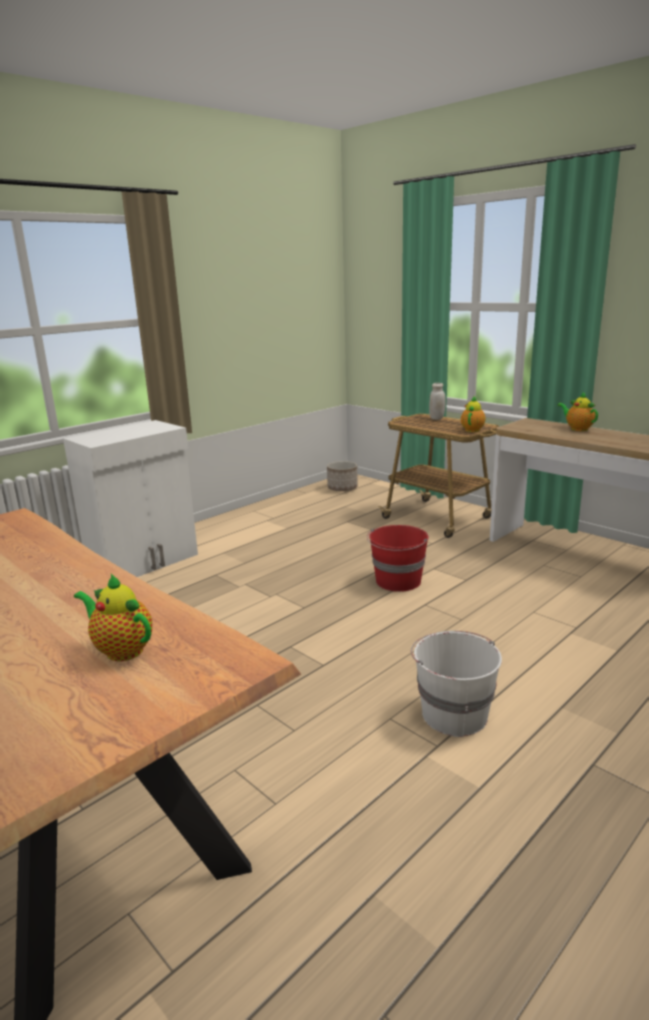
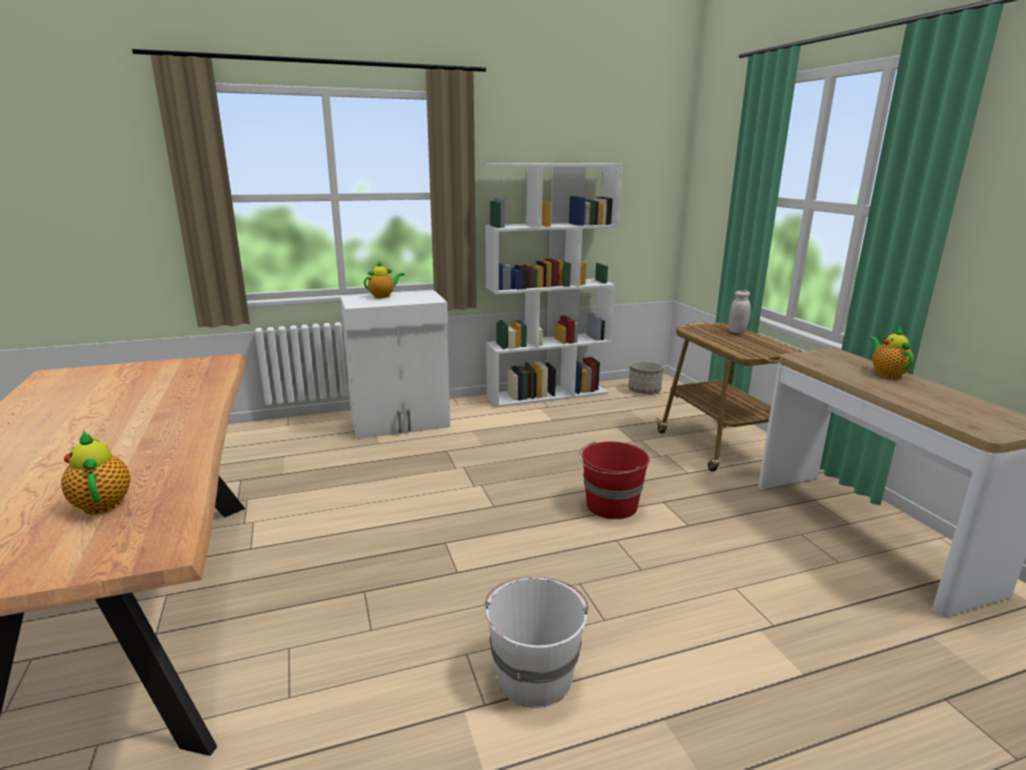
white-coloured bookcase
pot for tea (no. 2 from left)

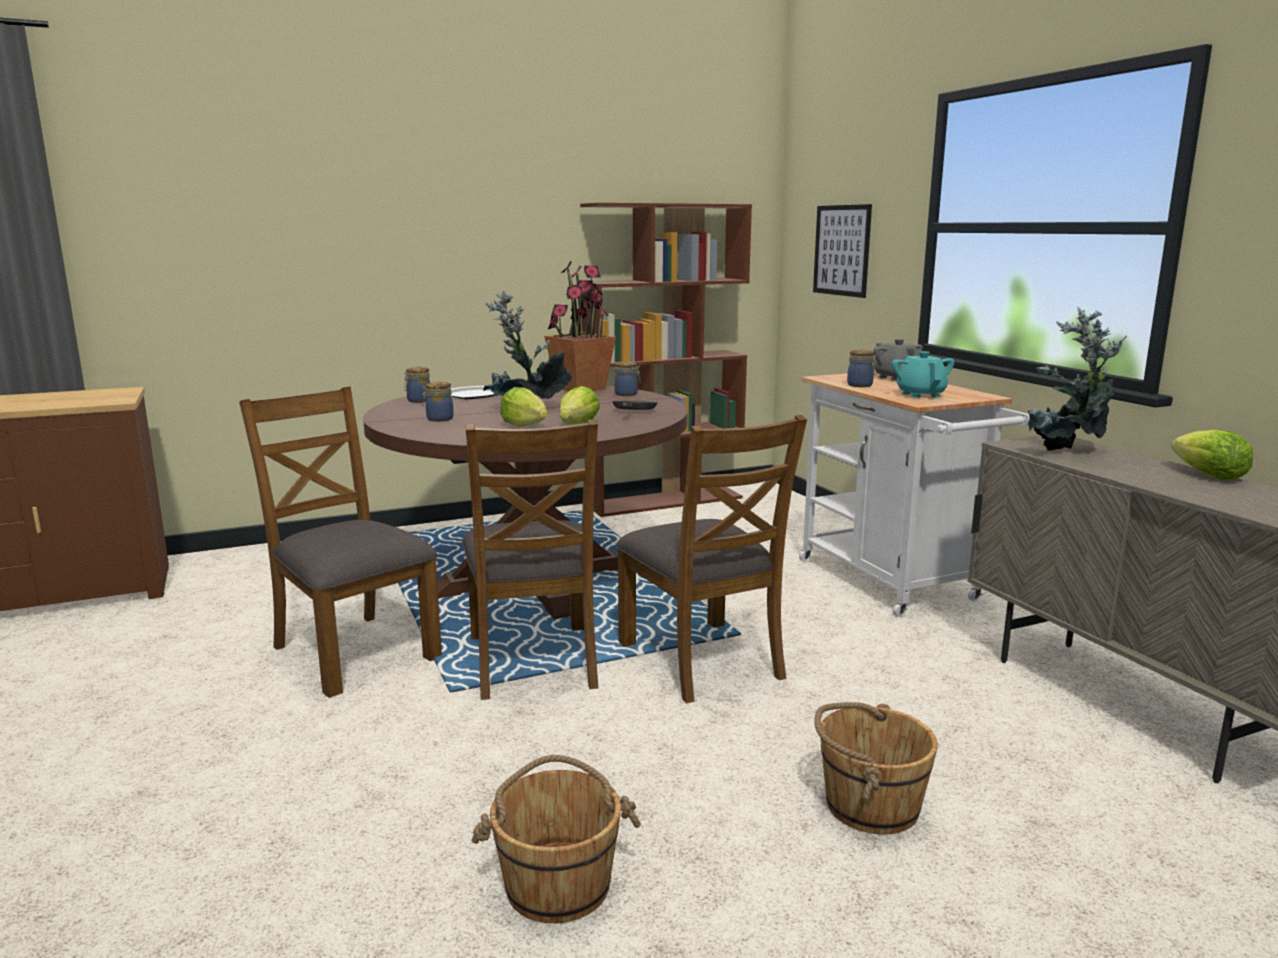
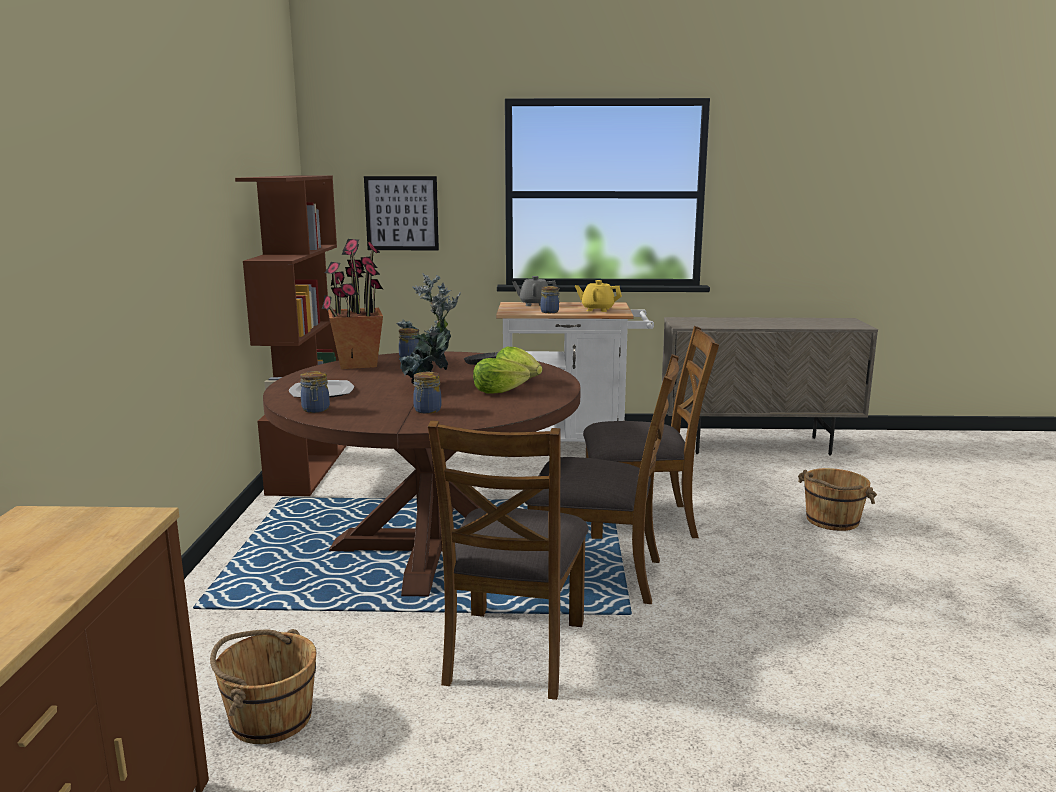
plant in a pot (no. 3 from left in the first image)
lettuce (no. 3 from left in the first image)
brown-coloured pail (no. 1 from left)
yellow-coloured pot for tea
brown-coloured plain chair (no. 1 from left)

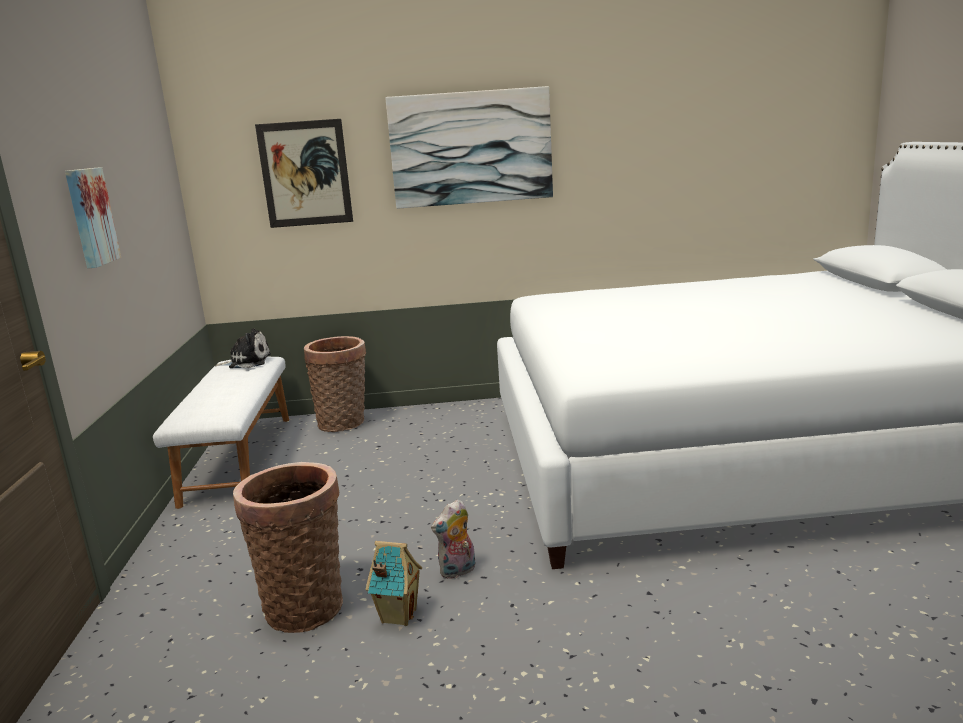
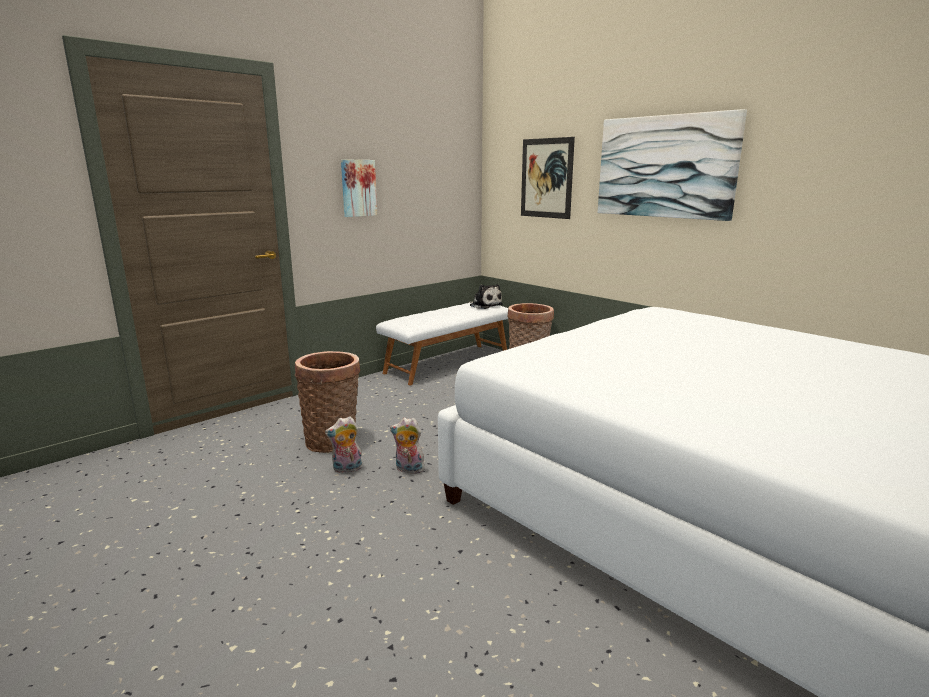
soft toy (no. 1 from left)

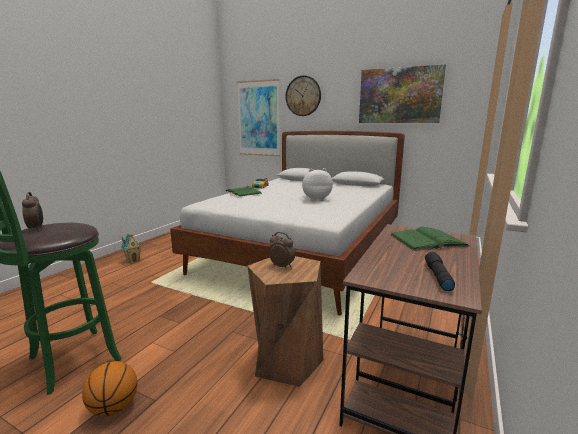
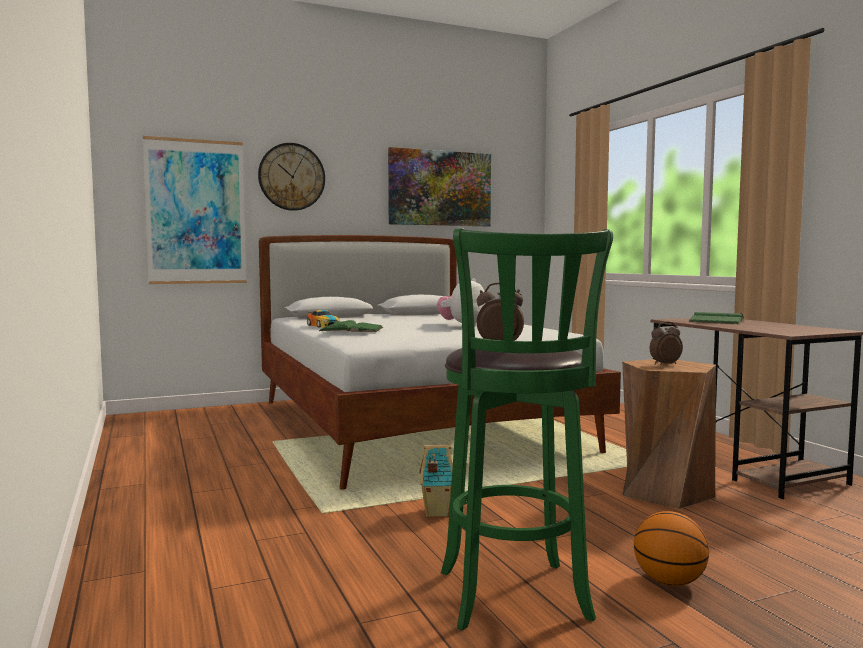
black-coloured torch
toy house

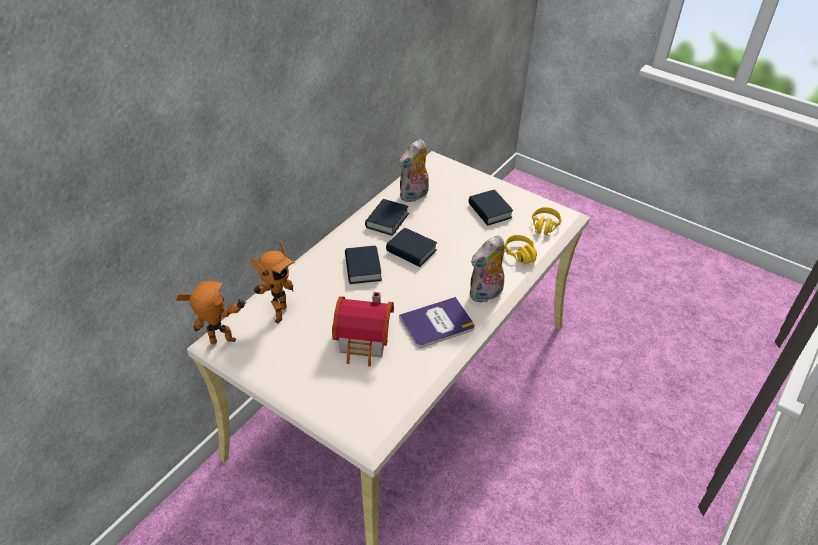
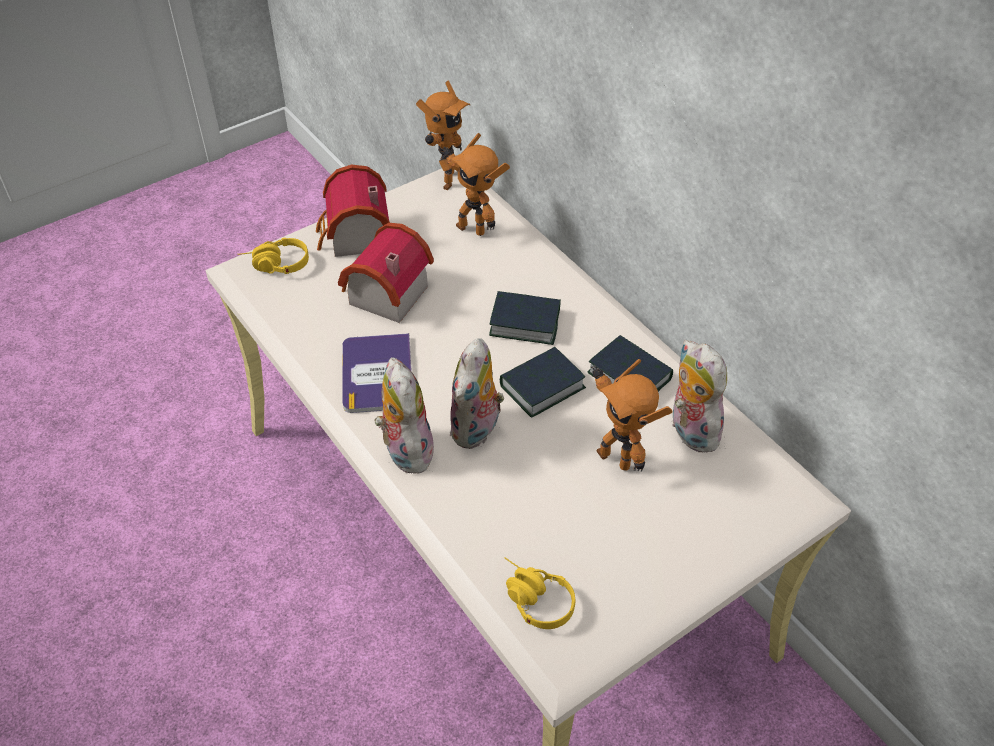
book (no. 5 from left in the first image)
toy house (no. 1 from left)
soft toy (no. 2 from left)
robot figure (no. 3 from left)
yellow-coloured pair of headphones (no. 1 from left)

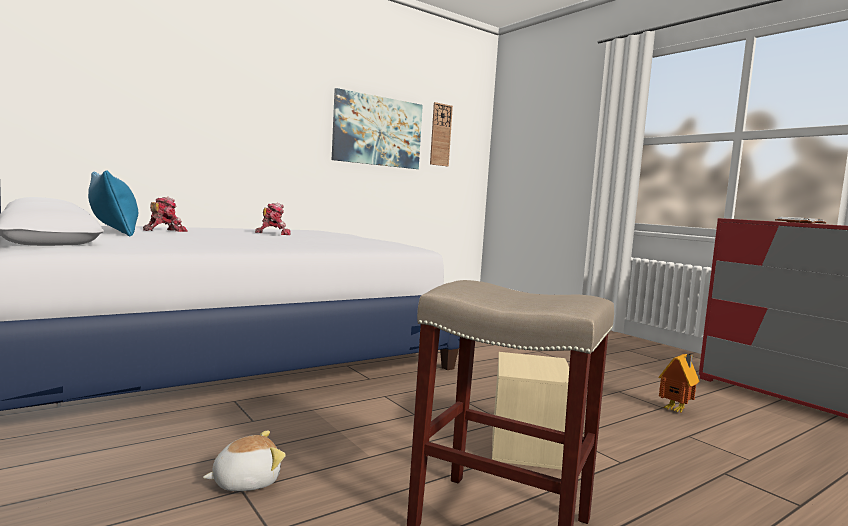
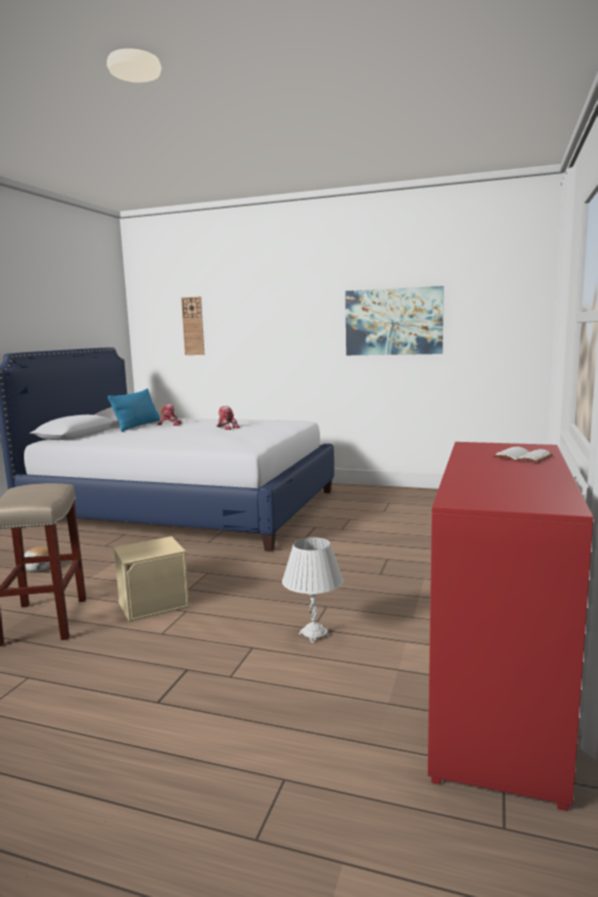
hanging clock
white-coloured table lamp

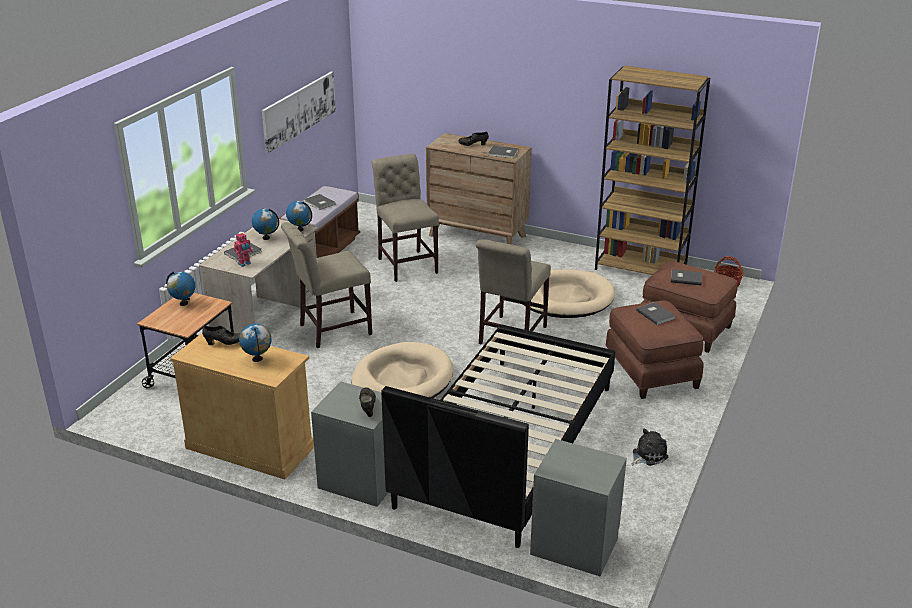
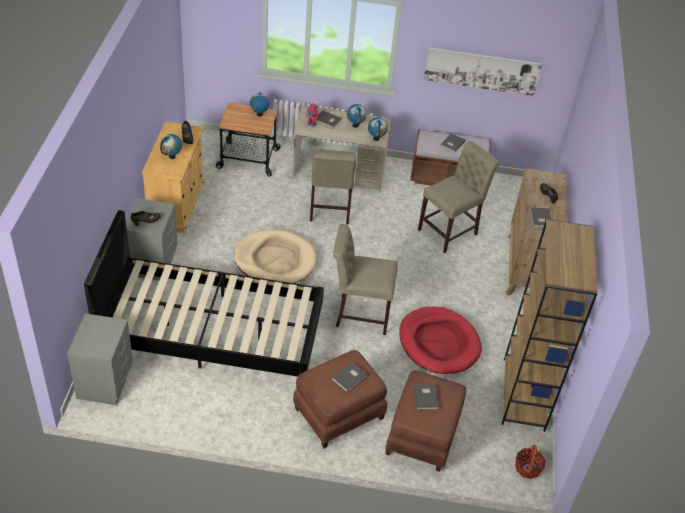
soft toy
red-coloured dog bed
beige-coloured plain chair (no. 1 from left)

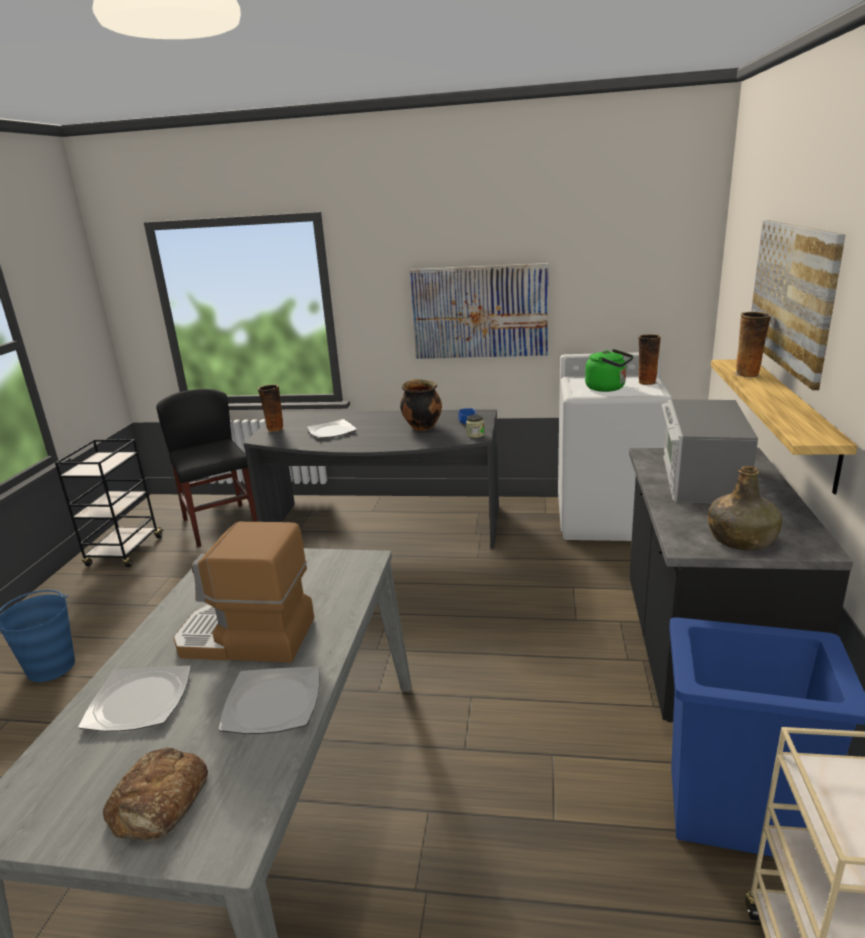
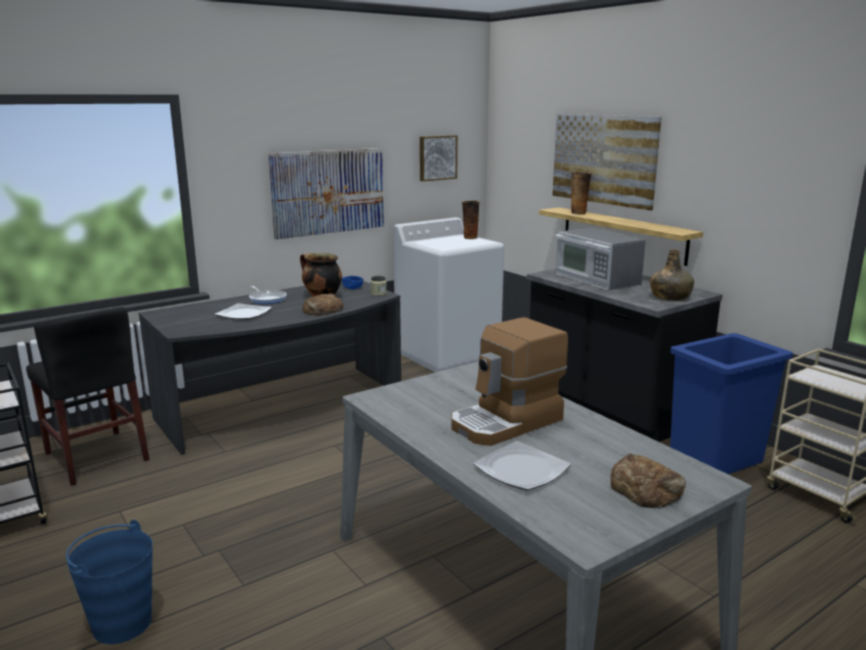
plate (no. 2 from left in the first image)
vase (no. 1 from left in the first image)
greenish tea kettle
pan
bread (no. 1 from left)
wall picture (no. 2 from left)
black-coloured plain chair

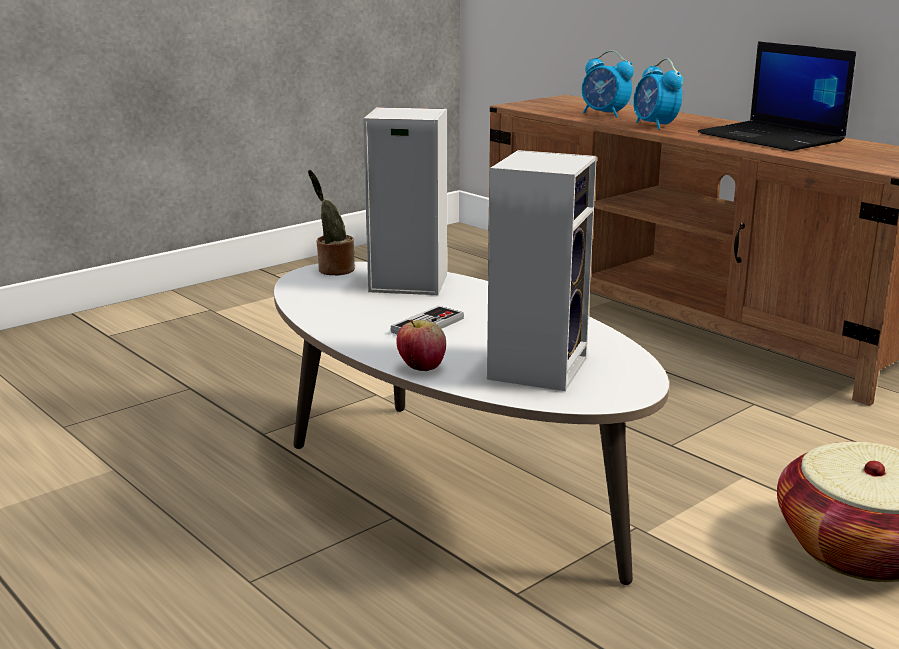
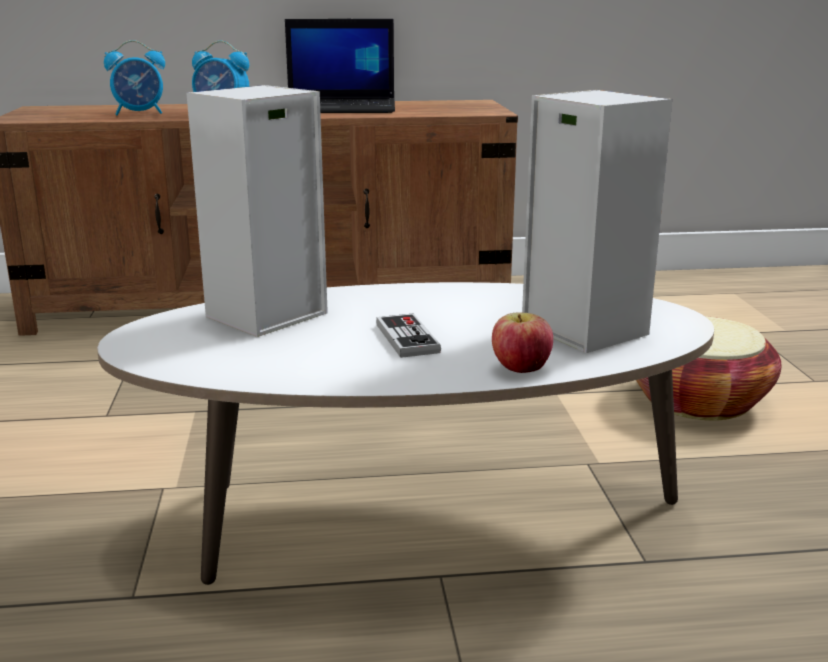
plant in a pot

